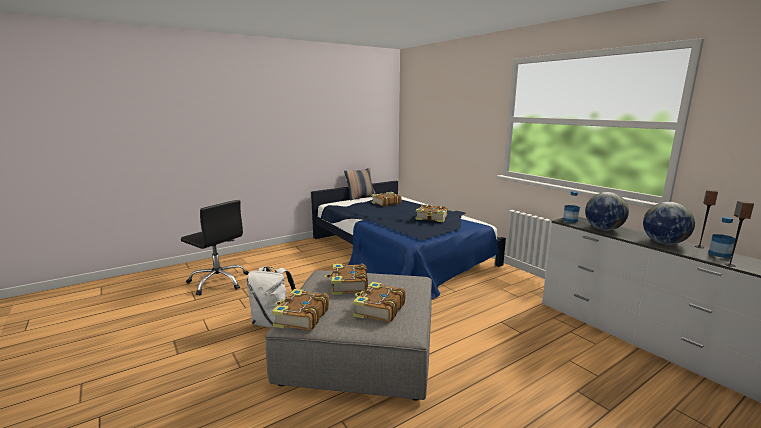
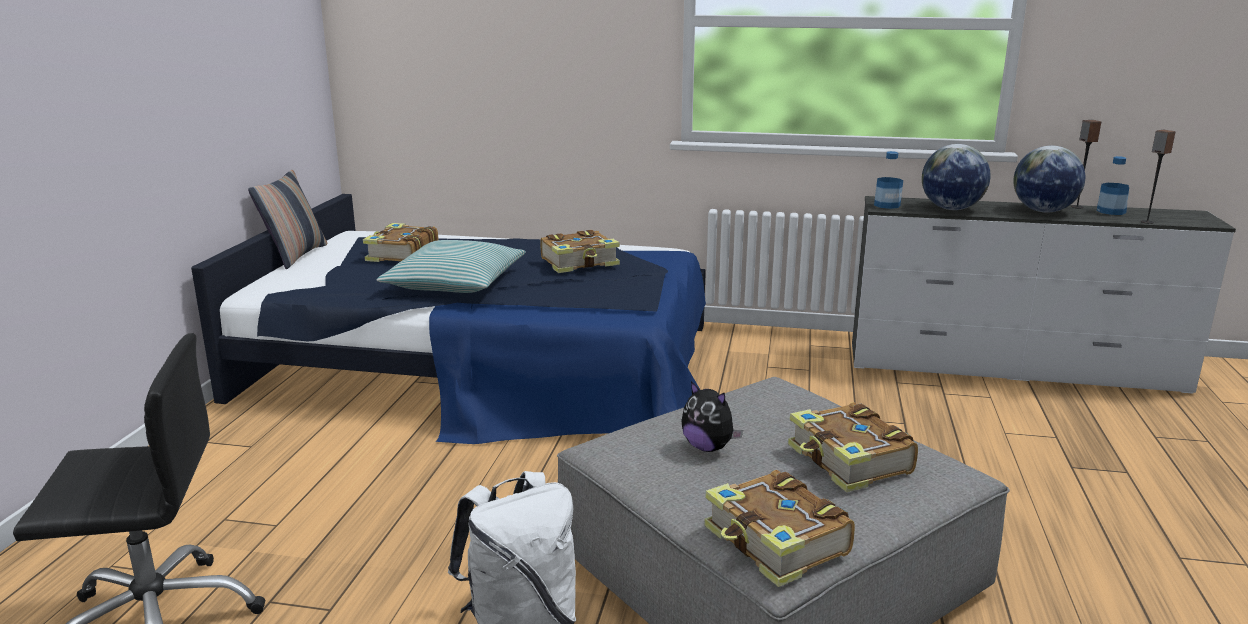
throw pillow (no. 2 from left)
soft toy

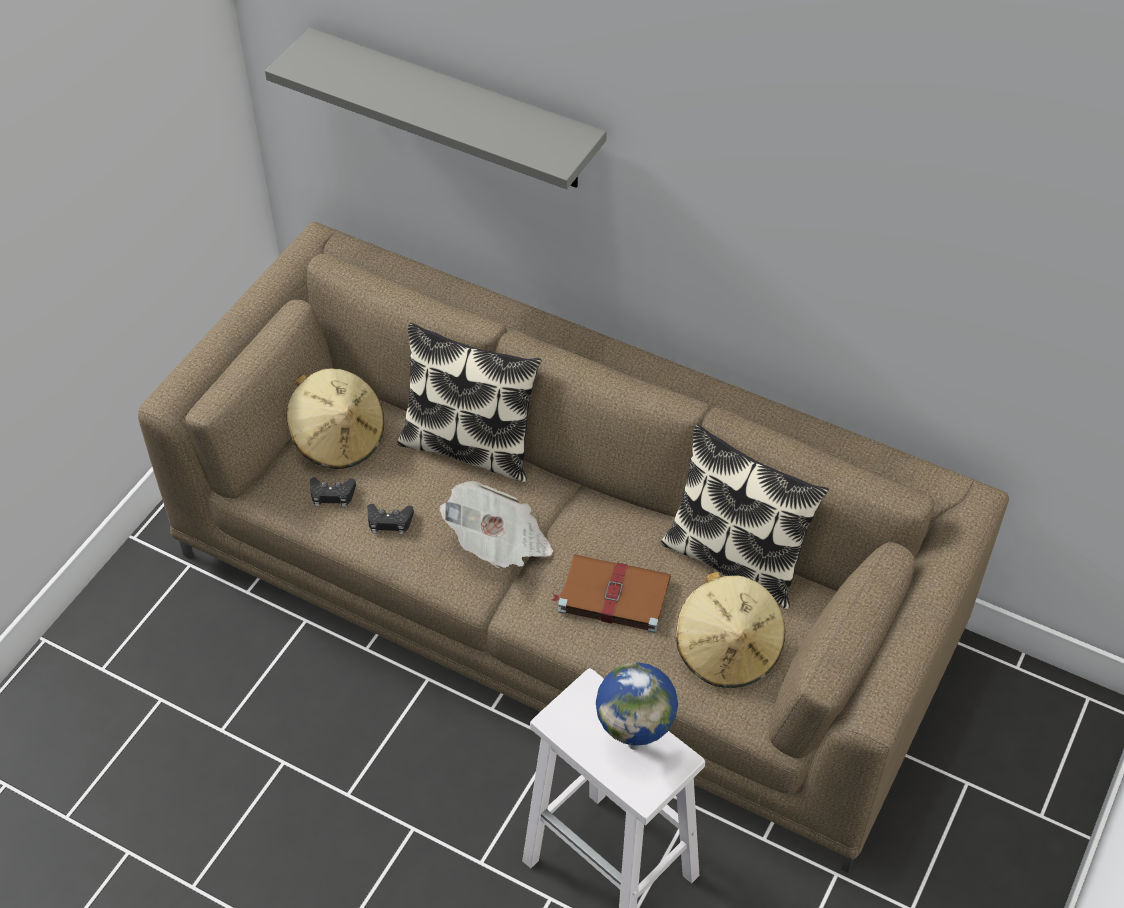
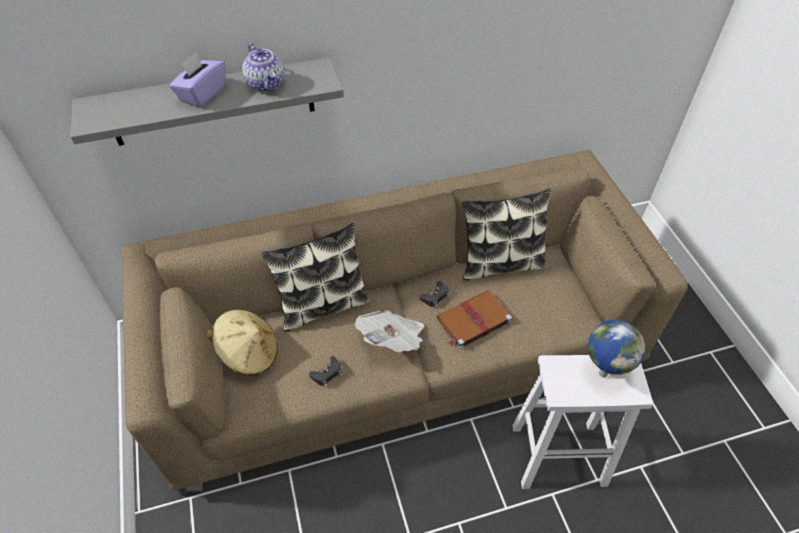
beige-coloured hat (no. 2 from left in the first image)
purple tissue holder
pot for tea
black-coloured joypad (no. 2 from left)

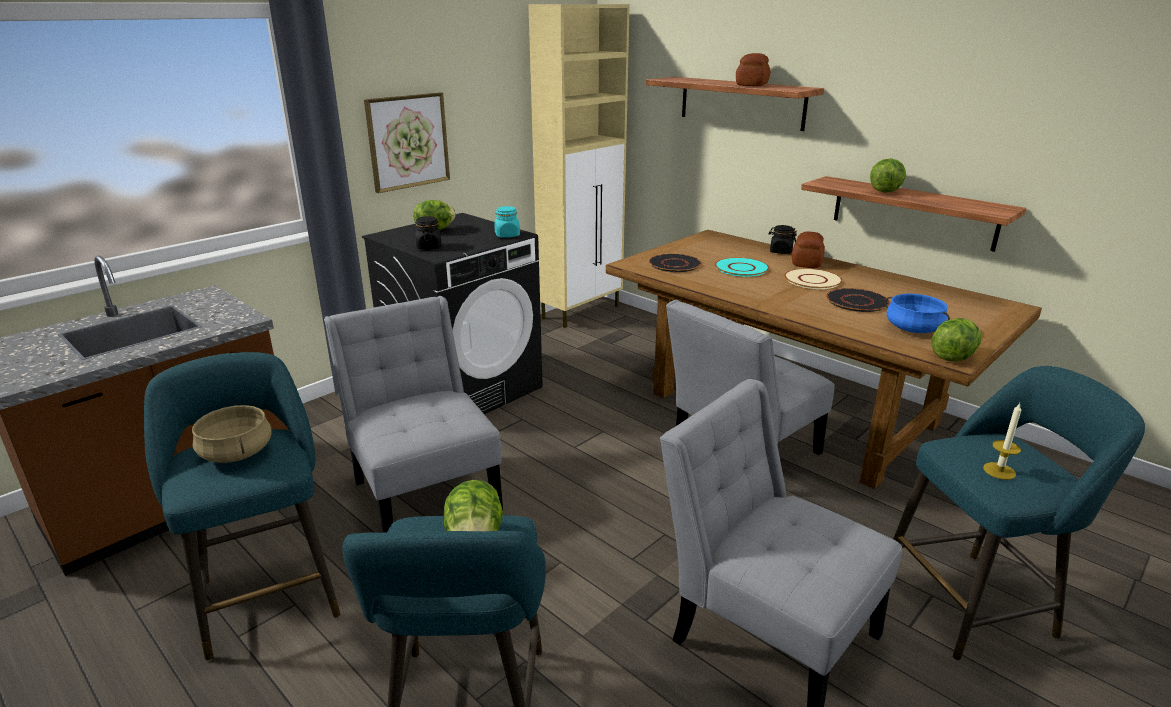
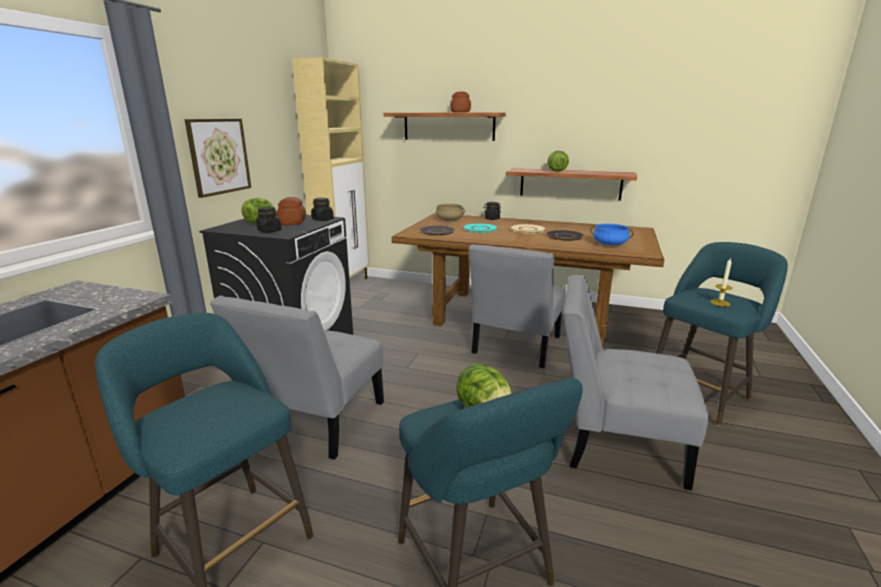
lettuce (no. 4 from left in the first image)
beige-coloured stockpot
bread (no. 1 from left)
black-coloured preserve jar (no. 2 from left)
gray plain chair (no. 1 from left)

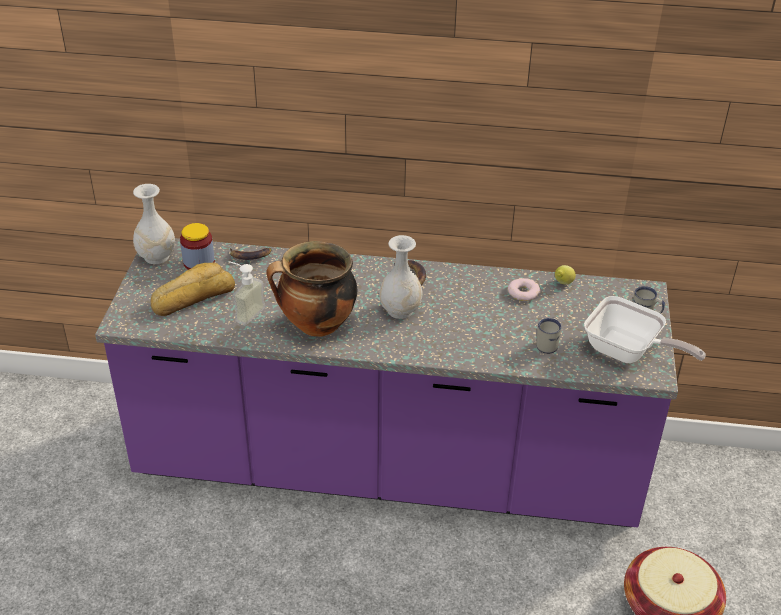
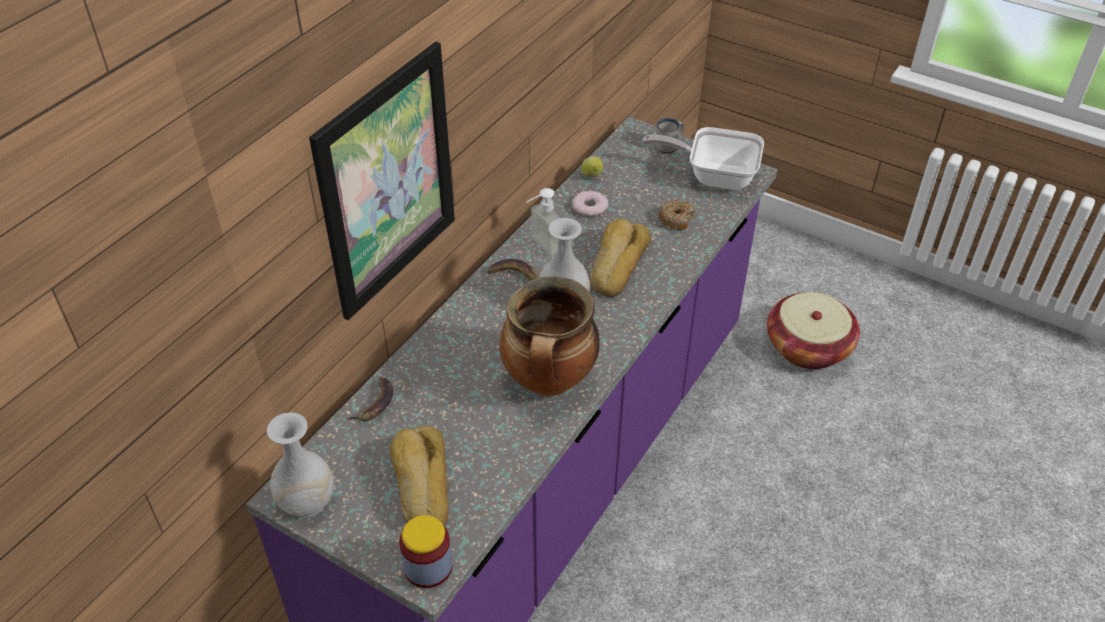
wall picture
bread (no. 2 from left)
preserve jar
liquid soap bottle
doughnut (no. 2 from left)
pan

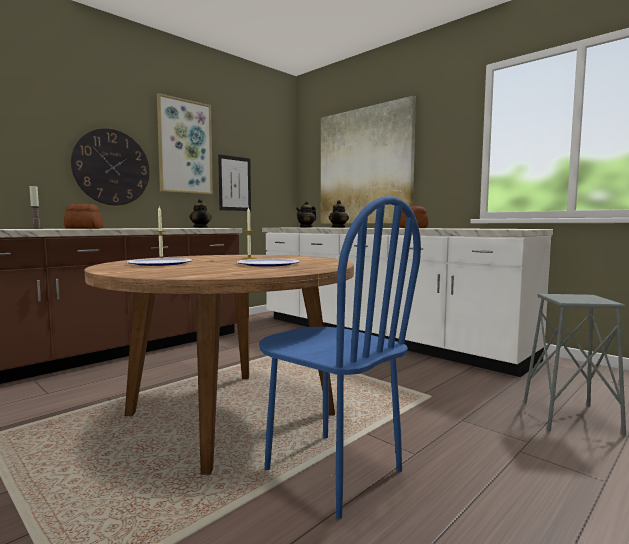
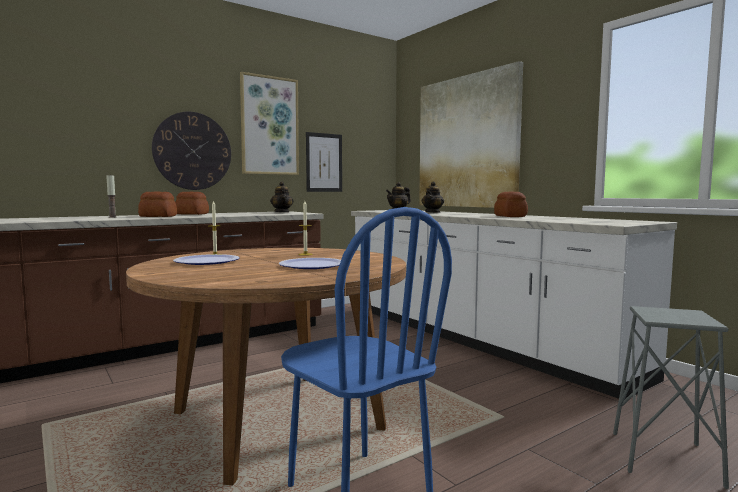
bread (no. 2 from left)

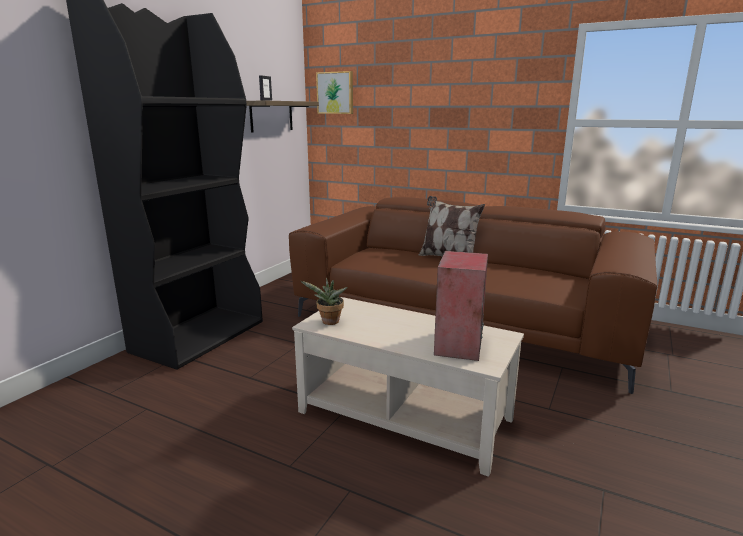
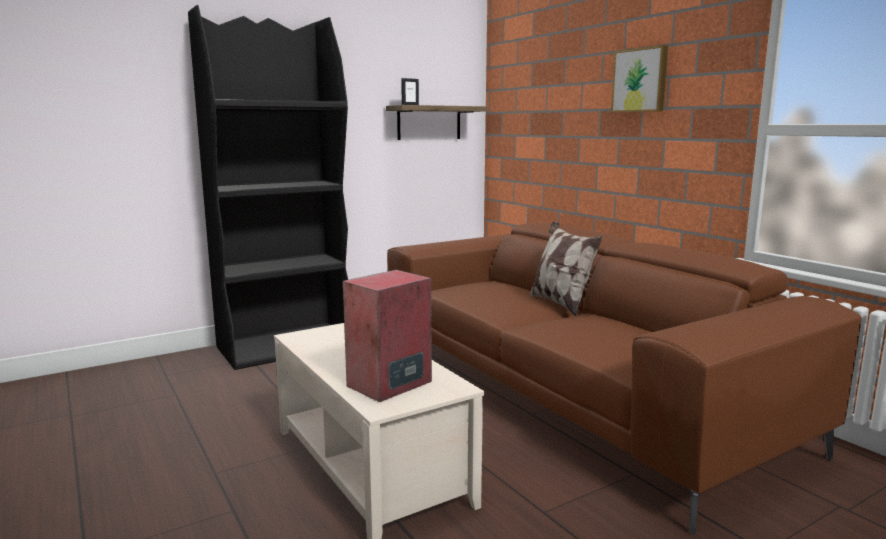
plant in a pot
wall picture

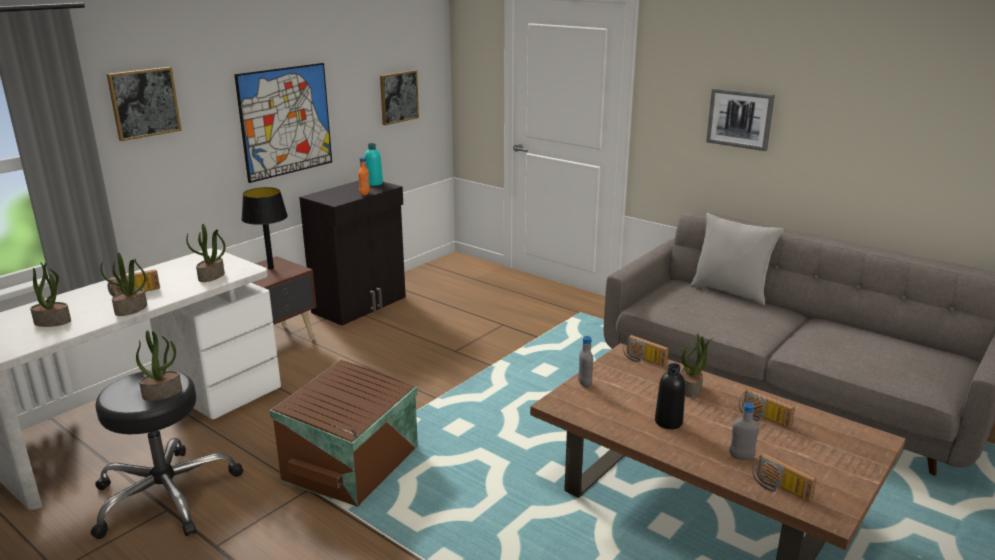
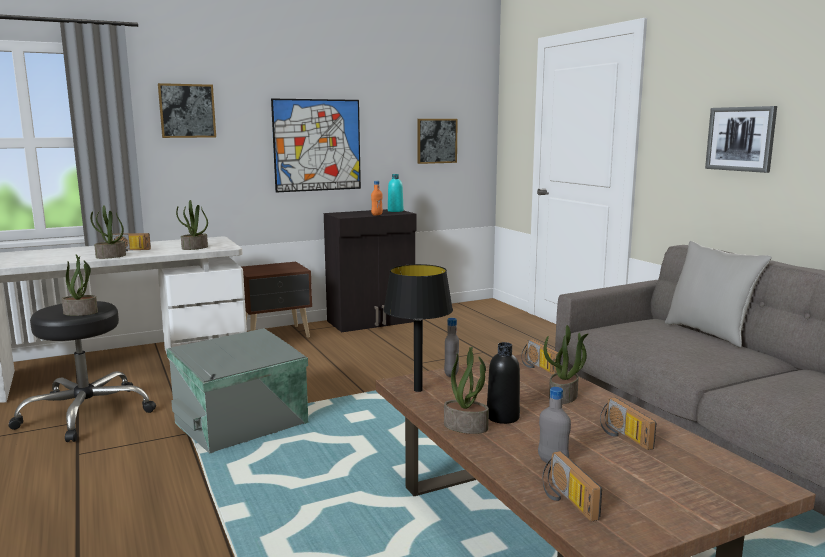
plant in a pot (no. 4 from left)
black-coloured table lamp
gray storage box

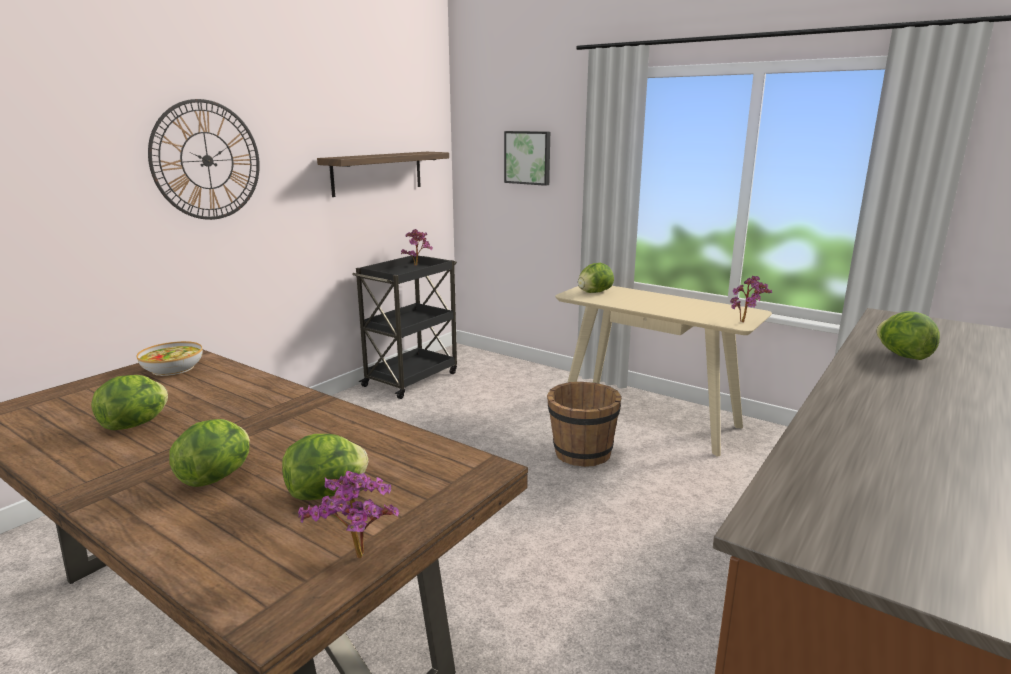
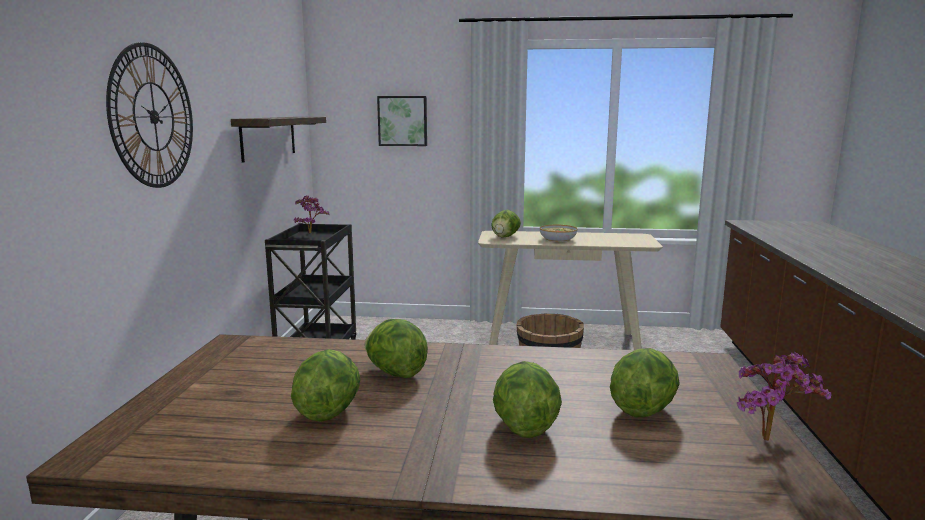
plant in a pot (no. 3 from left in the first image)
serving bowl
lettuce (no. 2 from left)

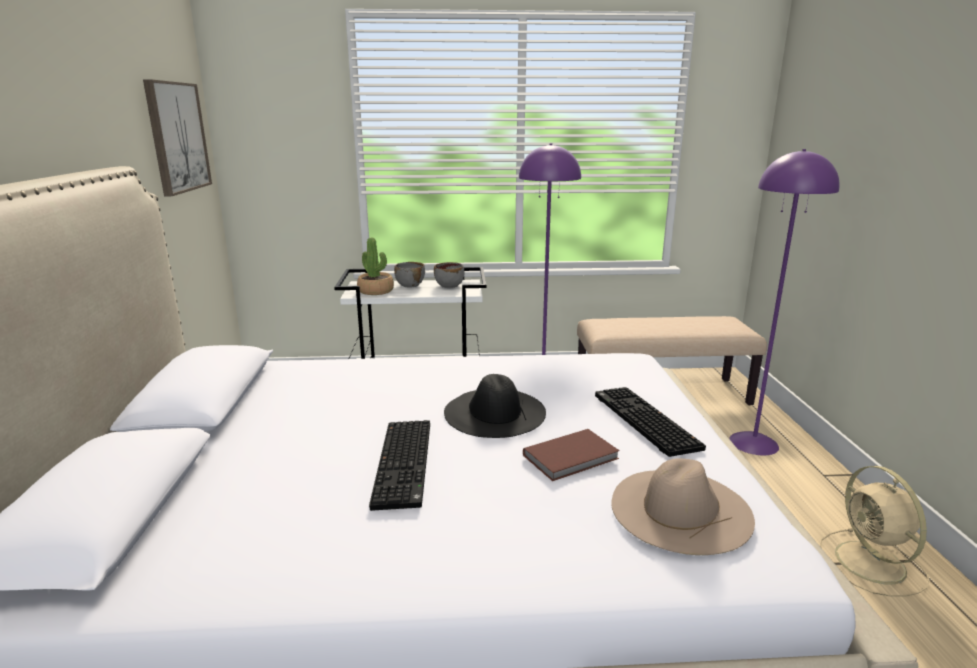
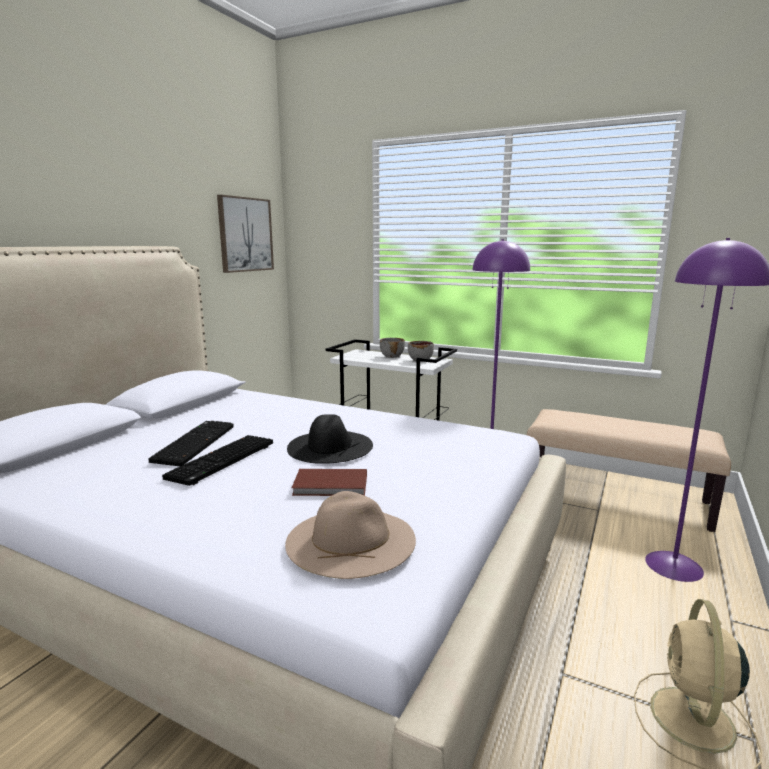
plant in a pot
computer keyboard (no. 1 from left)

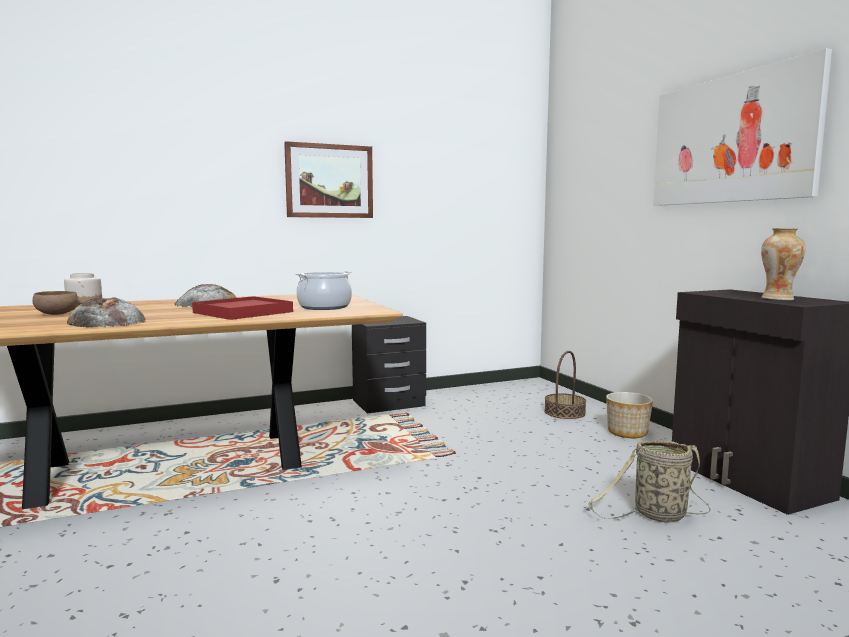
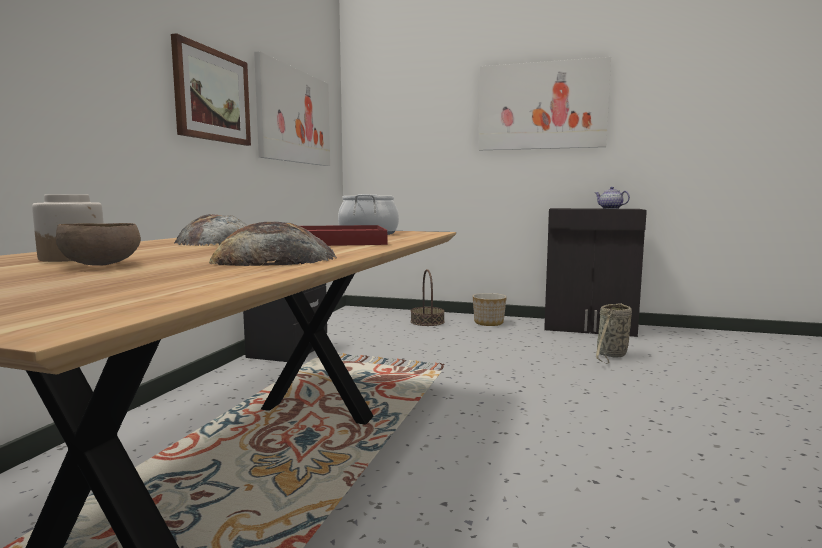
wall picture (no. 2 from left)
pot for tea

